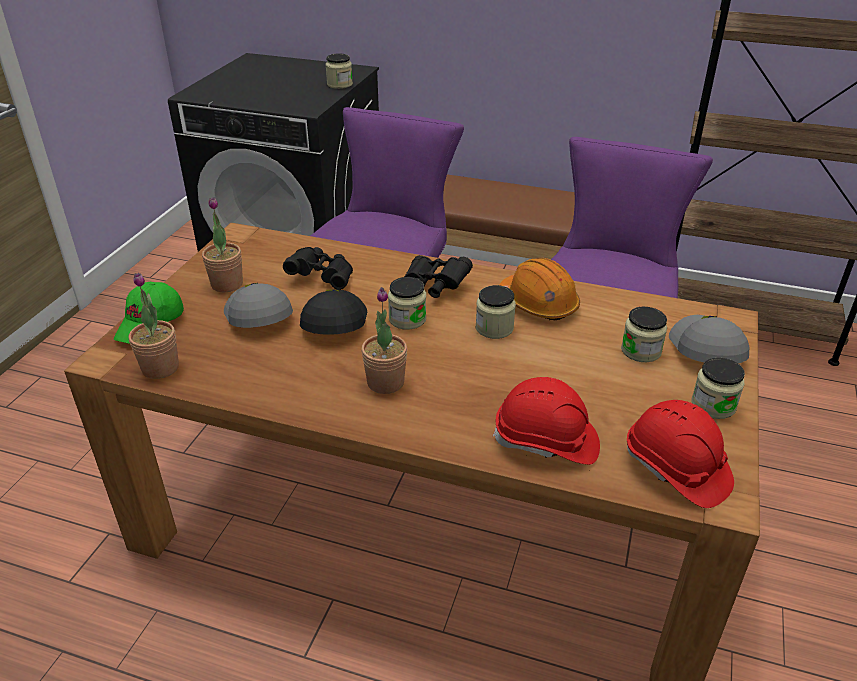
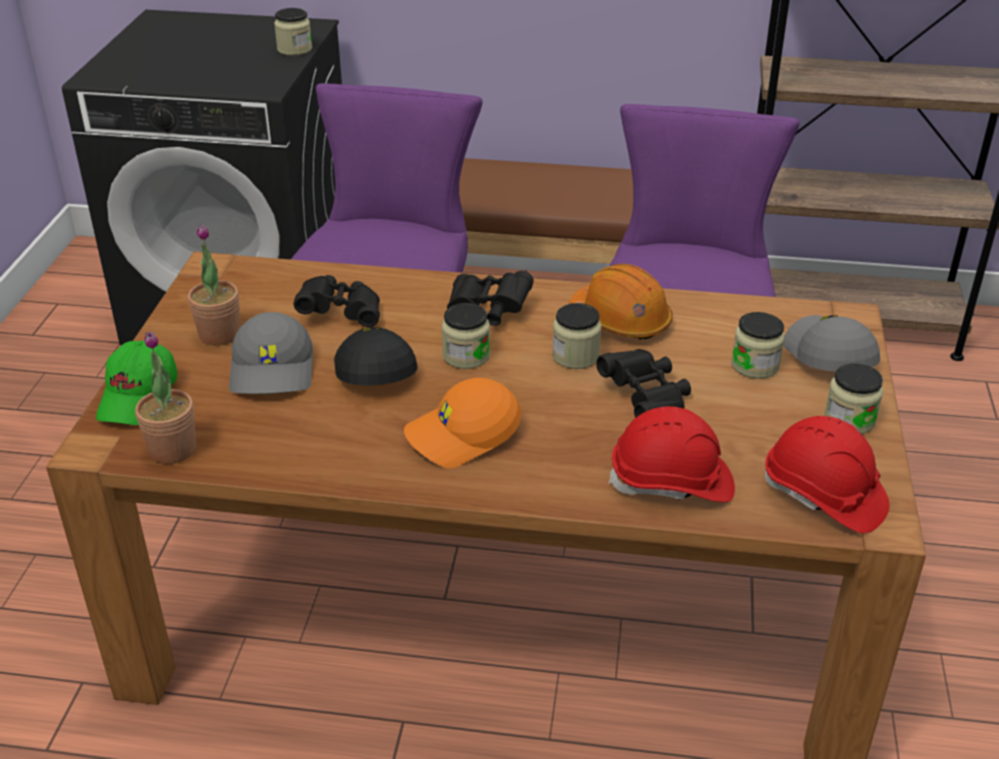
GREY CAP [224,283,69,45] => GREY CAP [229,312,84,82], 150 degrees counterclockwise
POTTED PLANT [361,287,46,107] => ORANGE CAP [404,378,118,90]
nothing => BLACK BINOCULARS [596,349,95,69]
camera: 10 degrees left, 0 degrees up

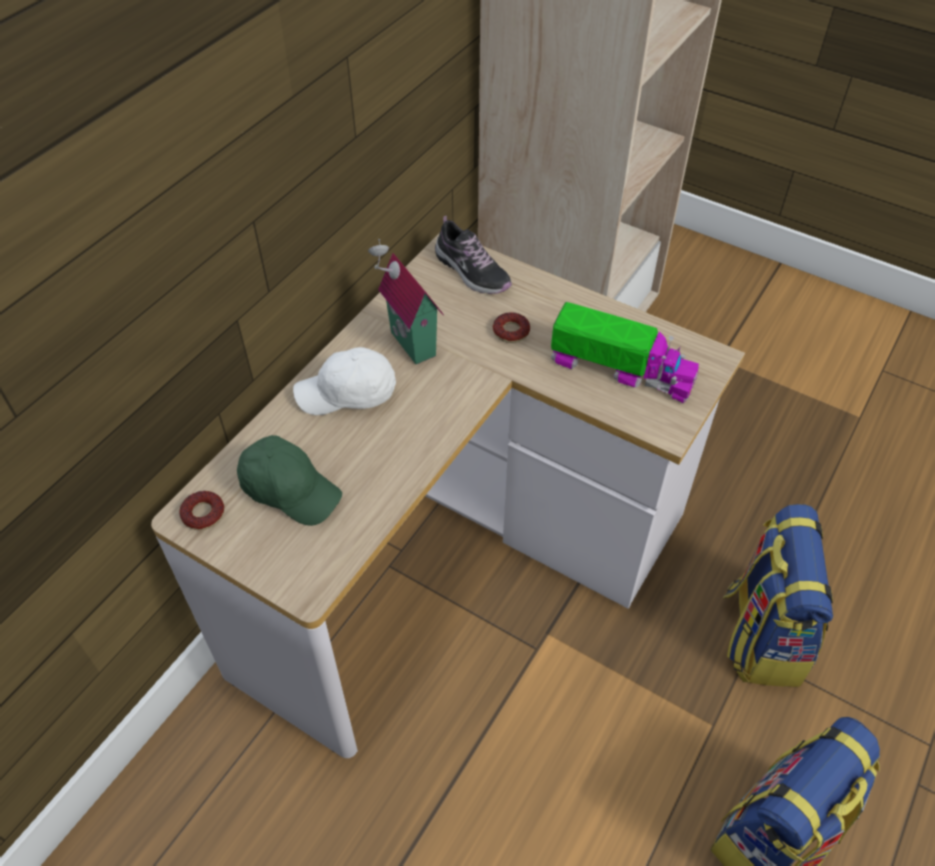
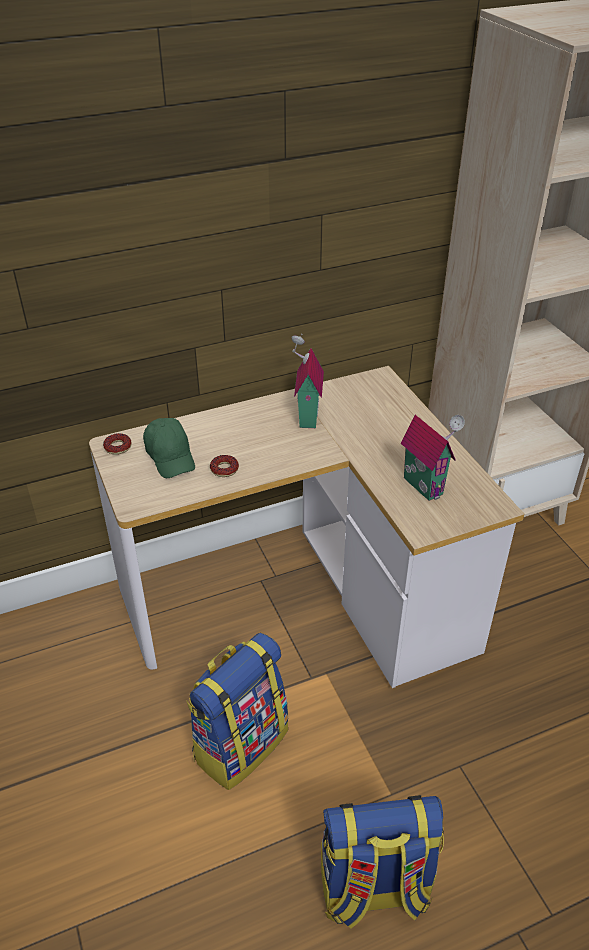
WHITE CAP [293,347,103,69] => nothing
SHOE [435,216,77,78] => nothing
DONUT [493,313,37,30] => DONUT [210,455,29,22], move
TOY TRUCK [551,302,148,101] => TOY HOUSE [401,415,64,86]
BACKPACK [723,504,110,183] => BACKPACK [187,633,101,157], move
camera: 35 degrees right, 10 degrees down

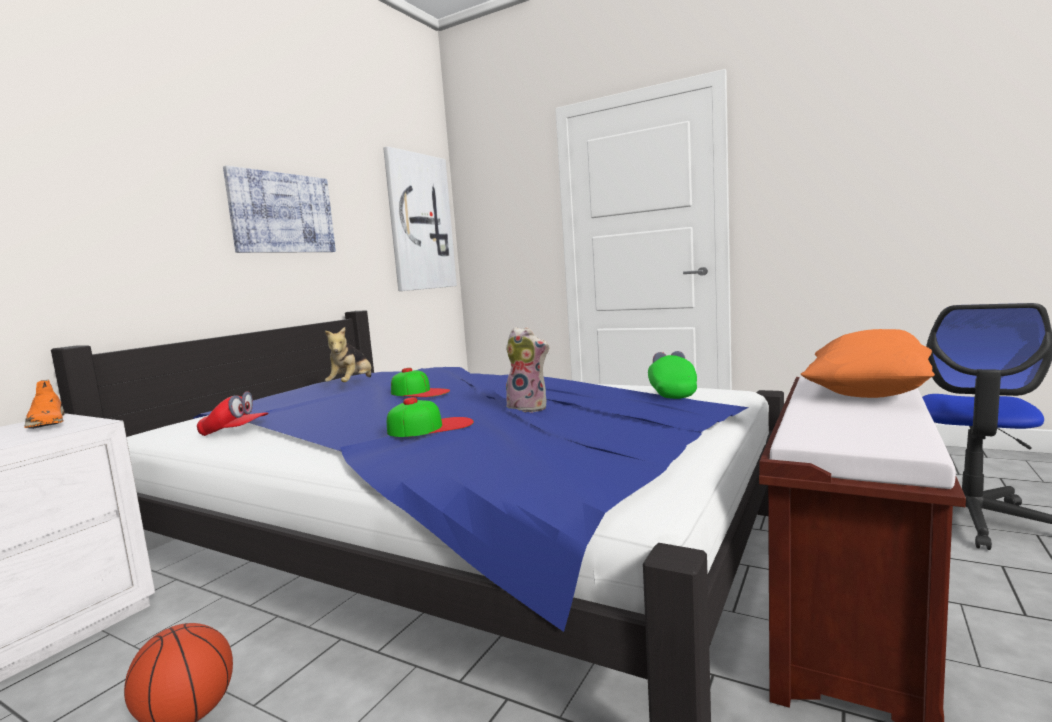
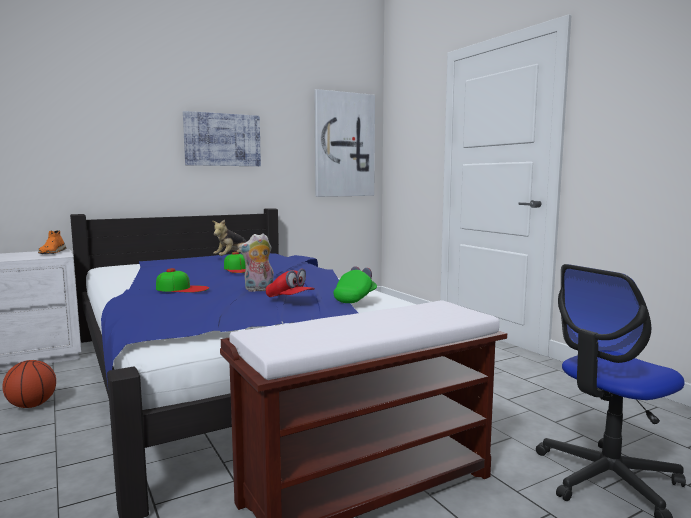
RED CAP [197,391,71,45] => RED CAP [266,268,49,29], move
PLUSH TOY [506,327,44,86] => PLUSH TOY [239,233,35,59], 105 degrees clockwise
ORANGE PILLOW [801,329,134,69] => nothing
camera: 30 degrees right, 0 degrees up

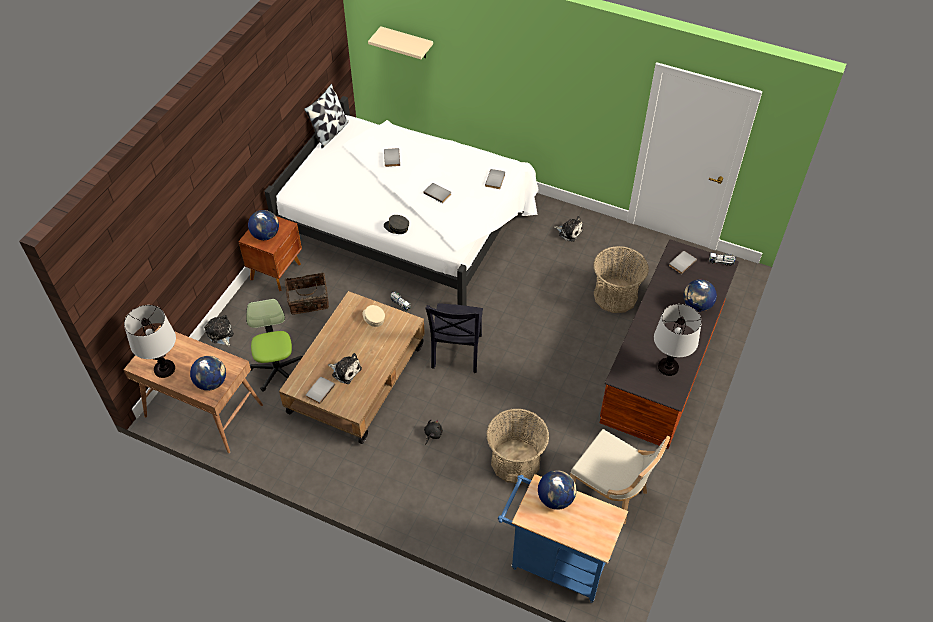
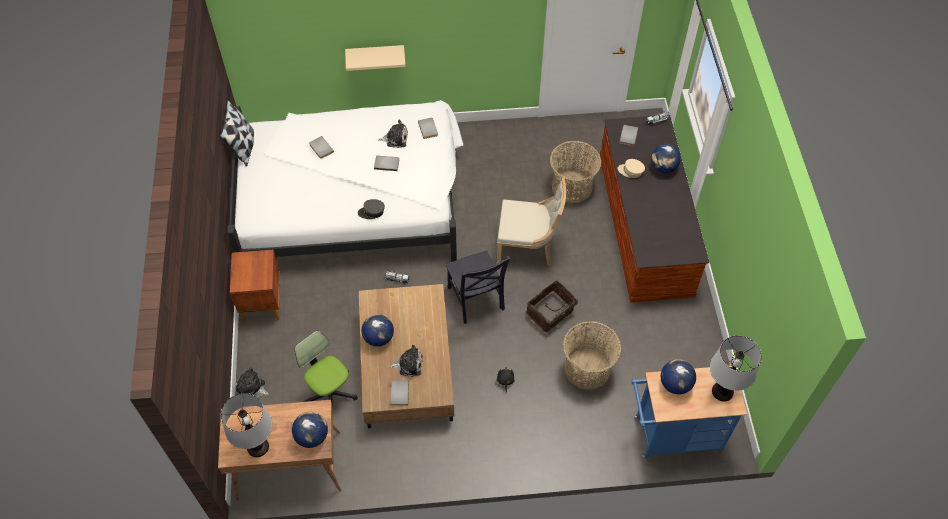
GLOBE [248,210,31,30] => GLOBE [362,314,32,33], move
BASKET [285,272,44,43] => BASKET [526,280,52,52], move
BEIGE CAP [363,305,22,22] => BEIGE CAP [618,159,27,19], move
BEIGE SHELF [368,26,65,33] => BEIGE SHELF [345,45,61,26], move
PLUSH TOY [554,216,29,26] => PLUSH TOY [378,120,30,28], move
BEIGE CHAIR [570,429,100,96] => BEIGE CHAIR [496,177,70,89], move
TABLE LAMP [654,304,48,72] => TABLE LAMP [710,336,52,66], move
camera: 30 degrees left, 5 degrees up

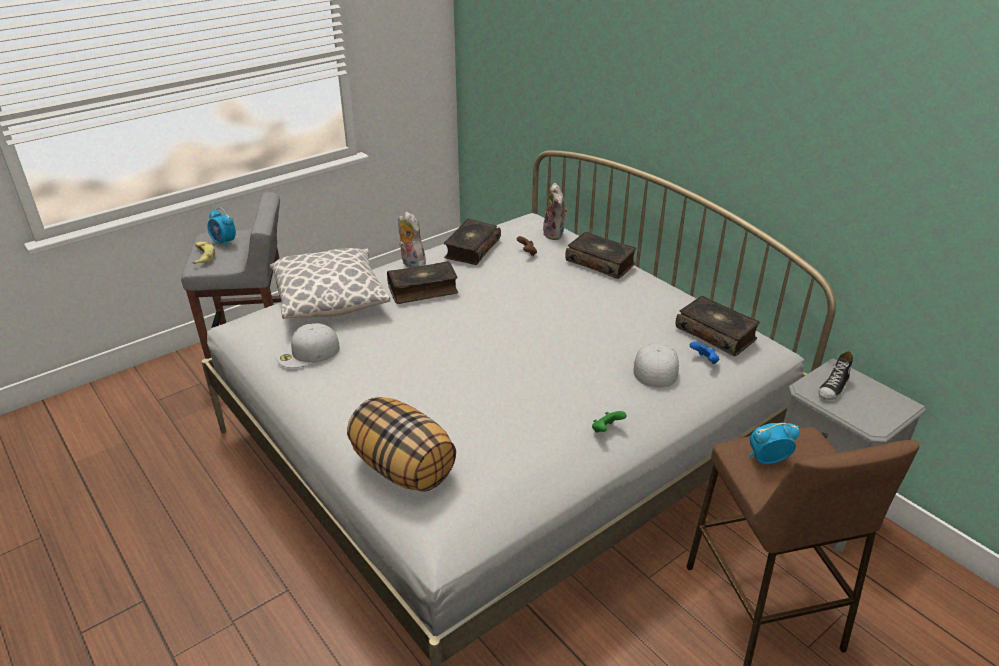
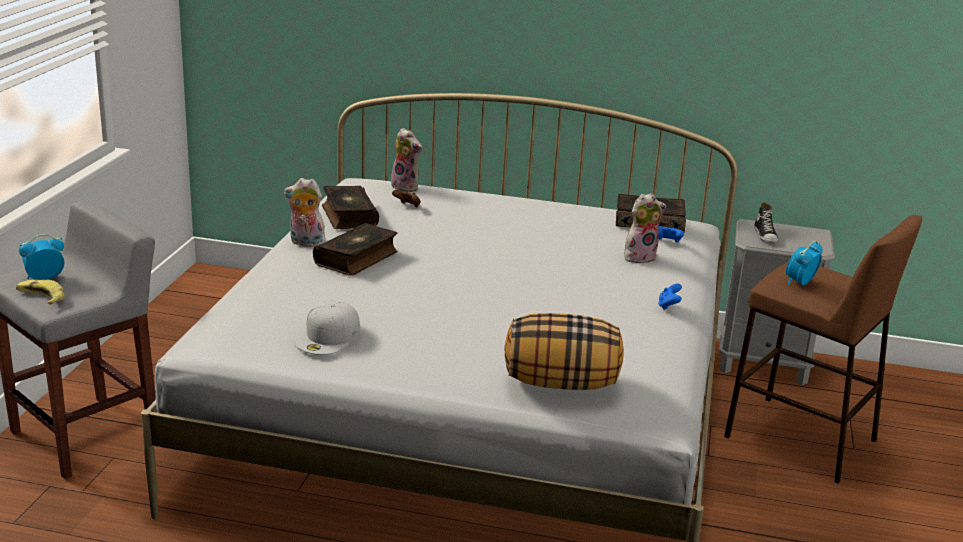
ALARM CLOCK [207,208,29,39] => ALARM CLOCK [19,234,45,46], 150 degrees clockwise
PILLOW [270,248,121,71] => nothing
BOOK [565,232,71,47] => nothing
GREEN GAME CONTROLLER [592,411,35,21] => BLUE GAME CONTROLLER [658,283,24,27]
WHITE CAP [633,343,46,45] => PLUSH TOY [624,193,42,70]
camera: 40 degrees left, 10 degrees down

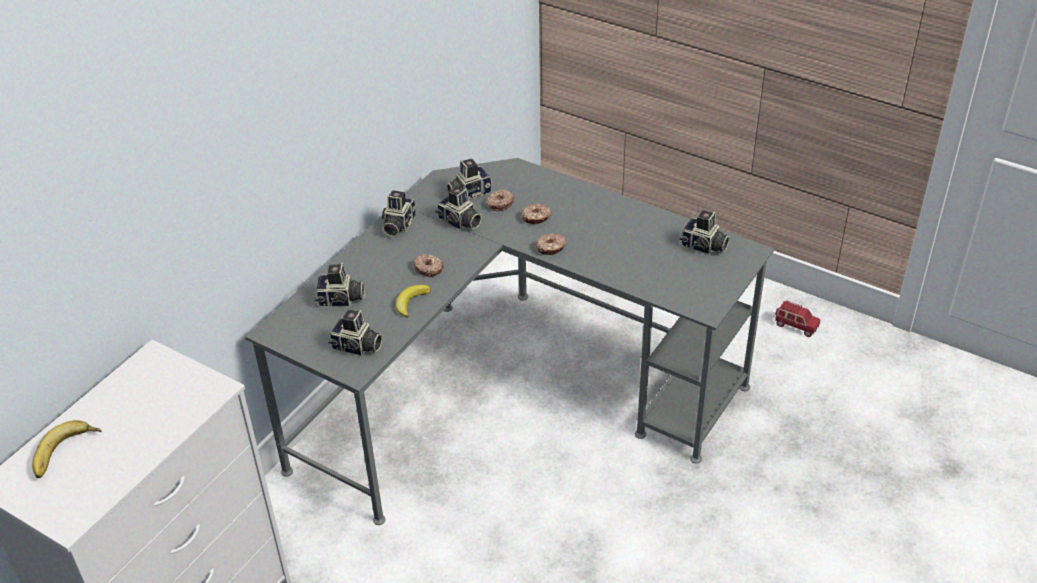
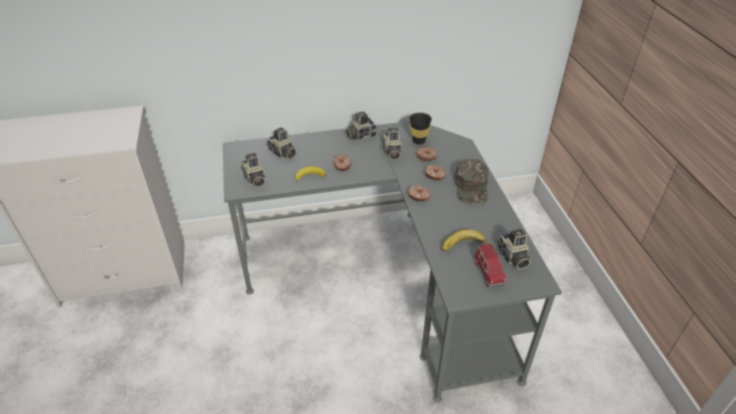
BANANA [32,420,70,58] => BANANA [442,229,47,22], move
PHOTO CAMERA [446,159,46,41] => BLACK CUP [409,113,23,31]
RED TOY CAR [775,300,45,37] => RED TOY CAR [474,244,32,43], move
nothing => GREEN CAP [454,159,34,44]
camera: 45 degrees right, 0 degrees up

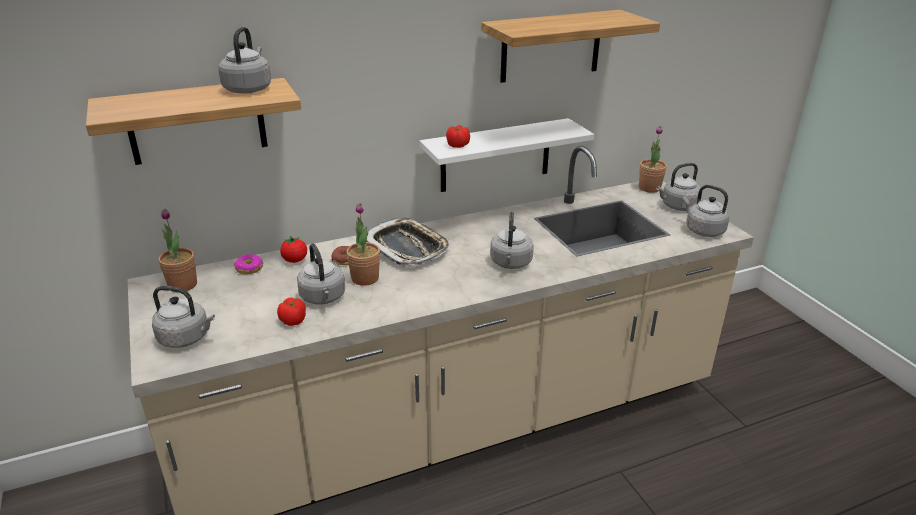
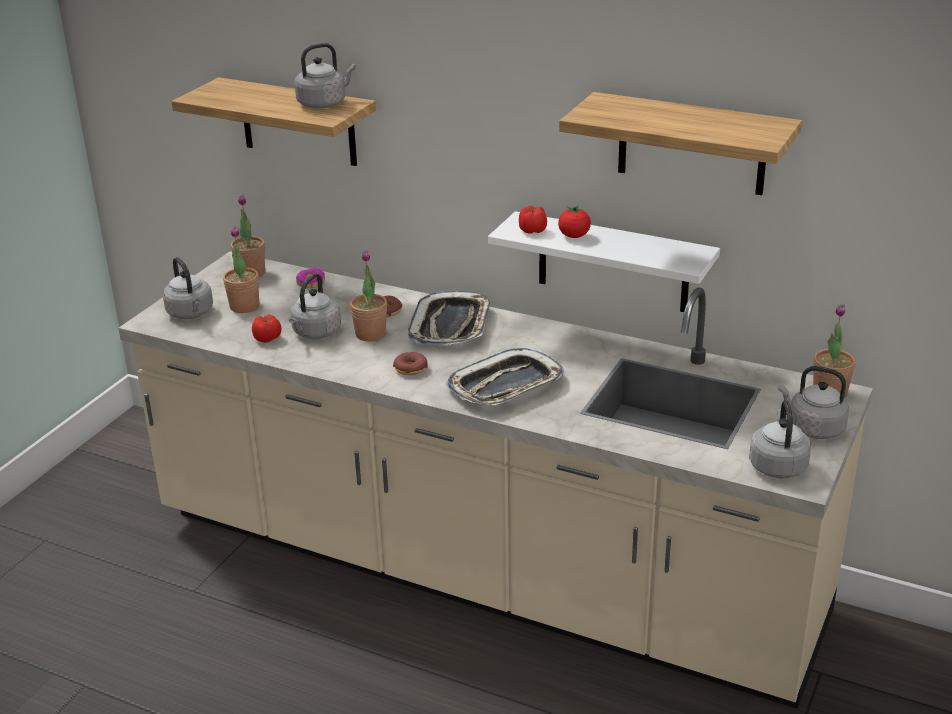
TOMATO [280,236,27,27] => TOMATO [558,205,33,33], move
GREY KETTLE [490,212,44,57] => TRAY [446,348,118,57]
nothing => POTTED PLANT [223,226,36,87]
nothing => DONUT [393,352,35,23]
camera: 50 degrees right, 0 degrees up

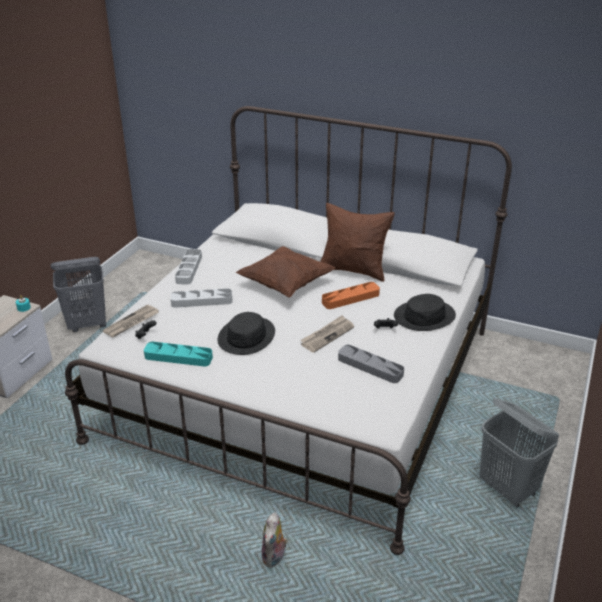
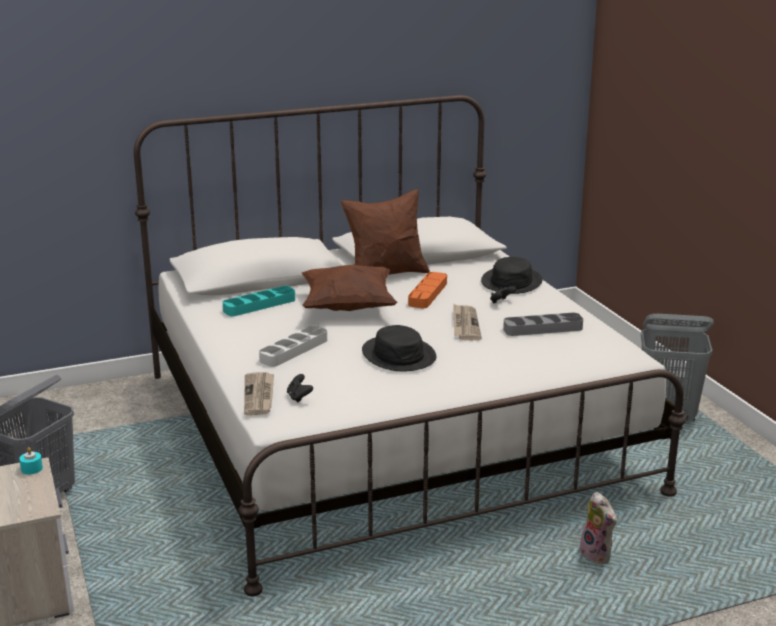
TURQUOISE TRAY [144,342,69,25] => TURQUOISE TRAY [223,286,72,30], move
GREY TRAY [175,249,27,36] => nothing
camera: 45 degrees left, 10 degrees down

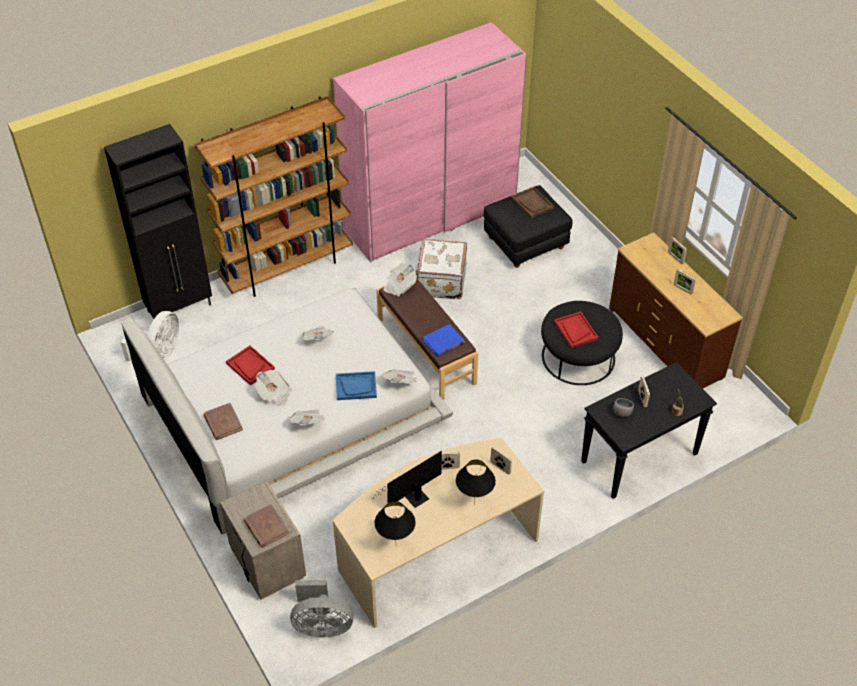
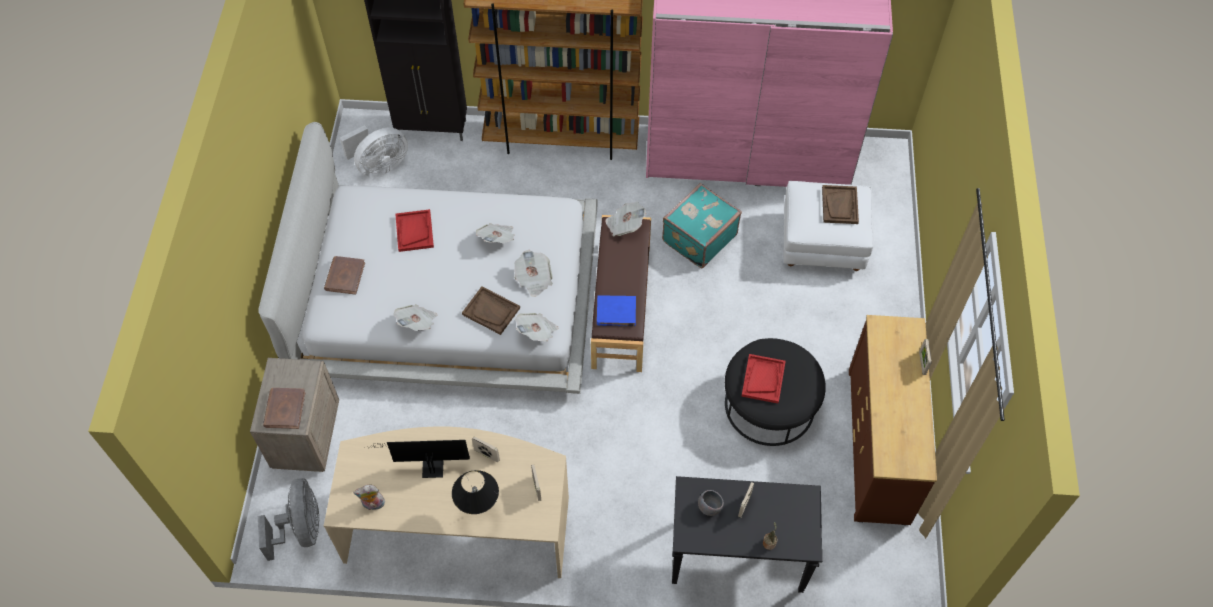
NEWSPAPER [255,370,37,36] => NEWSPAPER [514,250,39,47], move
GREY FAN [290,580,63,57] => GREY FAN [258,478,61,83], 135 degrees counterclockwise
BLUE TRAY [336,371,41,29] => BROWN TRAY [462,286,58,49]
BLACK TABLE LAMP [375,501,41,39] => PLUSH TOY [353,485,32,25]
WHITE SUITCASE [415,239,52,60] => TURQUOISE SUITCASE [662,183,80,85]
BLACK OTTOMAN [483,185,89,83] => WHITE OTTOMAN [783,181,91,90]
PICTURE FRAME [673,269,23,26] => nothing
camera: 35 degrees right, 10 degrees up

